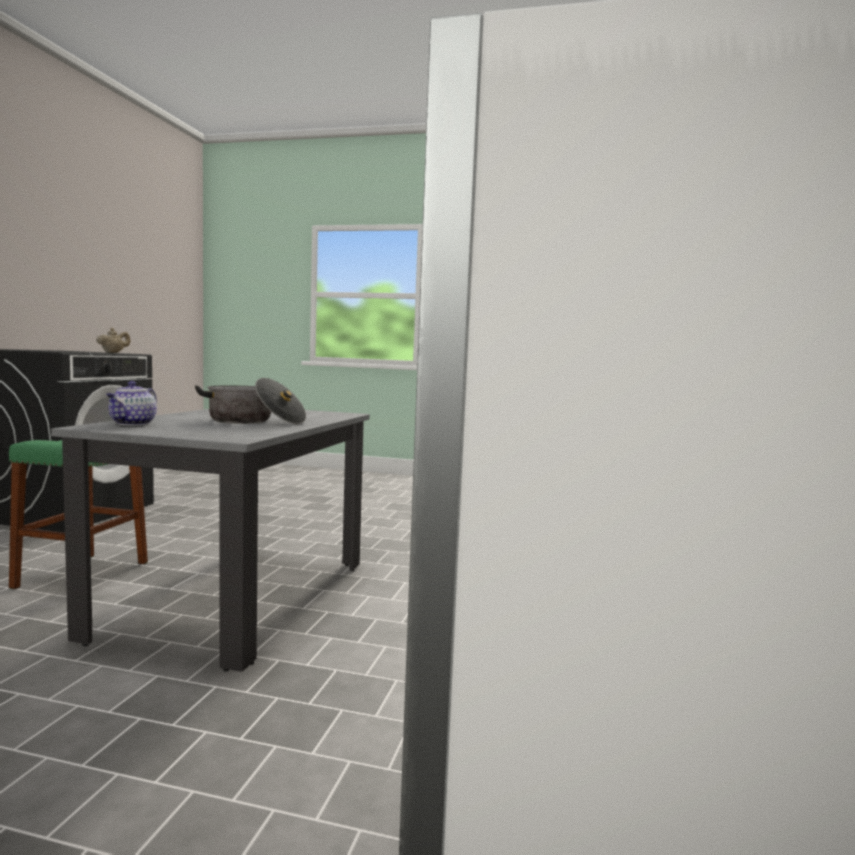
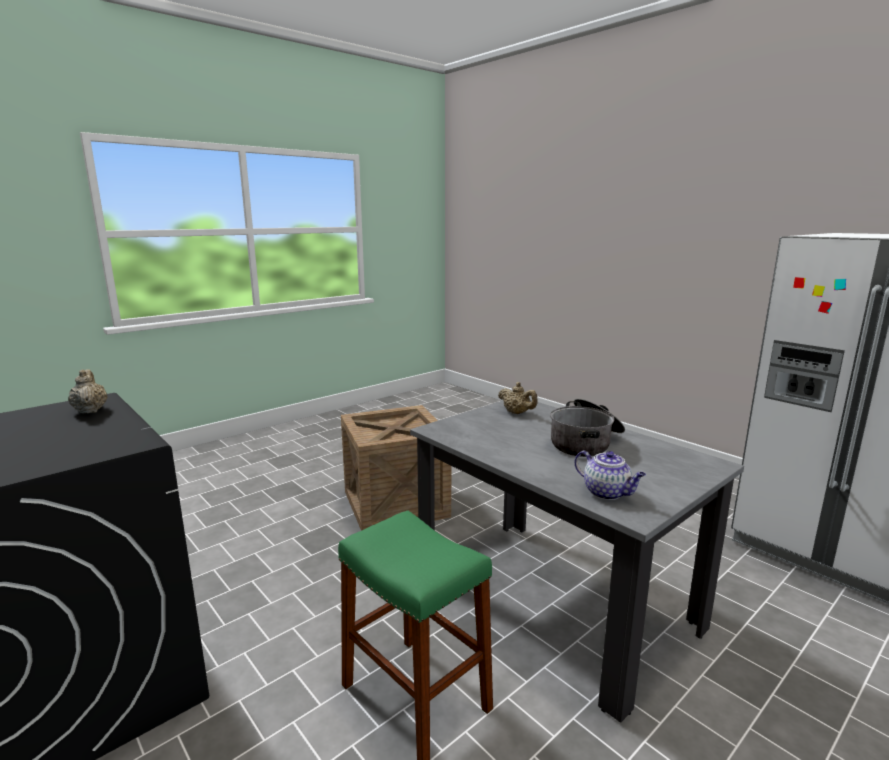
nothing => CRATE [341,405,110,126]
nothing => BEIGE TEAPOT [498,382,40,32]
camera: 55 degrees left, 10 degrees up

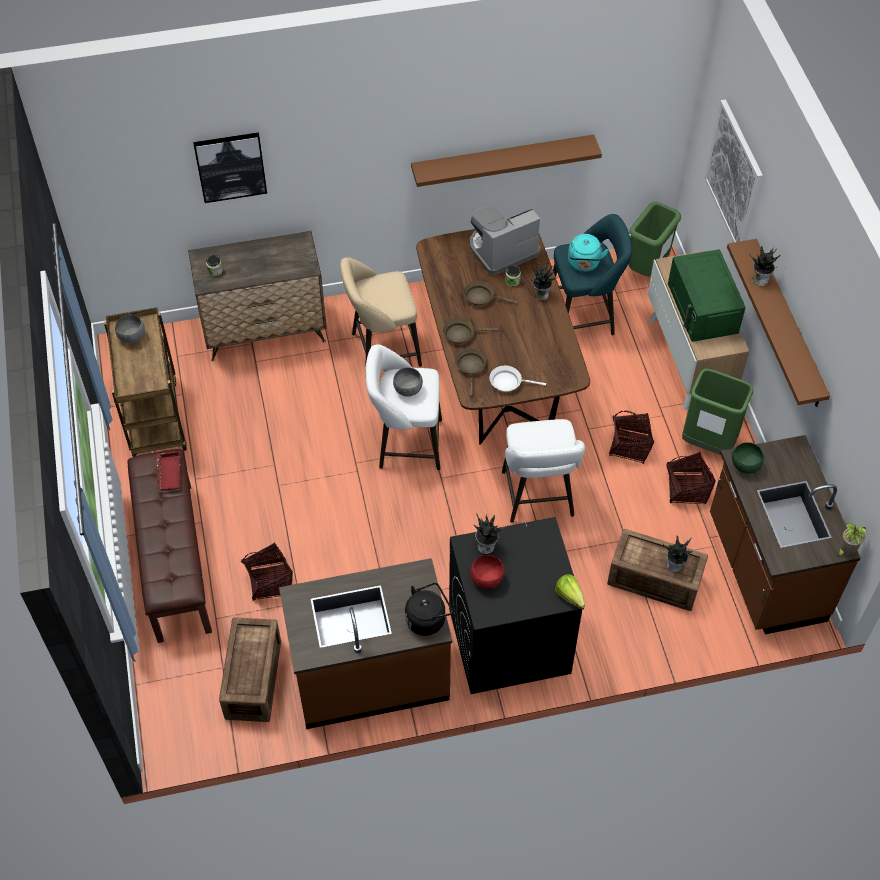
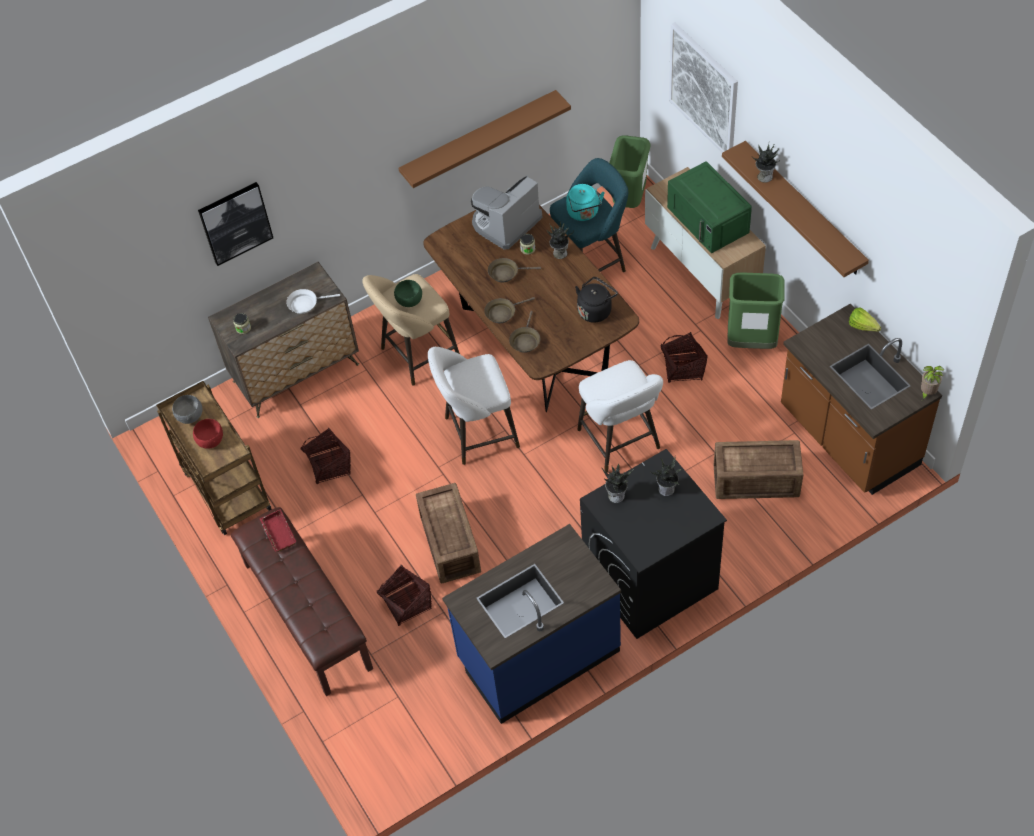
CRATE [219,617,62,105] => CRATE [416,483,65,101], move
BROWN COUNTER [279,558,173,171] => BLUE COUNTER [442,524,179,200]
GREY BOWL [393,368,30,29] => nothing
BLACK KETTLE [405,583,48,53] => BLACK KETTLE [575,277,43,46], move
BROWN FRYING PAN [455,348,32,49] => BROWN FRYING PAN [509,311,31,42], 150 degrees counterclockwise
RED BOWL [471,555,33,34] => RED BOWL [193,419,30,30], move
WHITE FRYING PAN [490,366,56,26] => WHITE FRYING PAN [286,289,54,25], move
LETTUCE [555,574,30,35] => LETTUCE [849,307,32,25], move
POTTED PLANT [663,535,30,37] => POTTED PLANT [650,457,31,39], move
BASKET [667,452,49,52] => BASKET [301,428,50,56], move
GREEN BOWL [732,442,32,32] => GREEN BOWL [394,280,28,27], move
camera: 15 degrees left, 0 degrees up

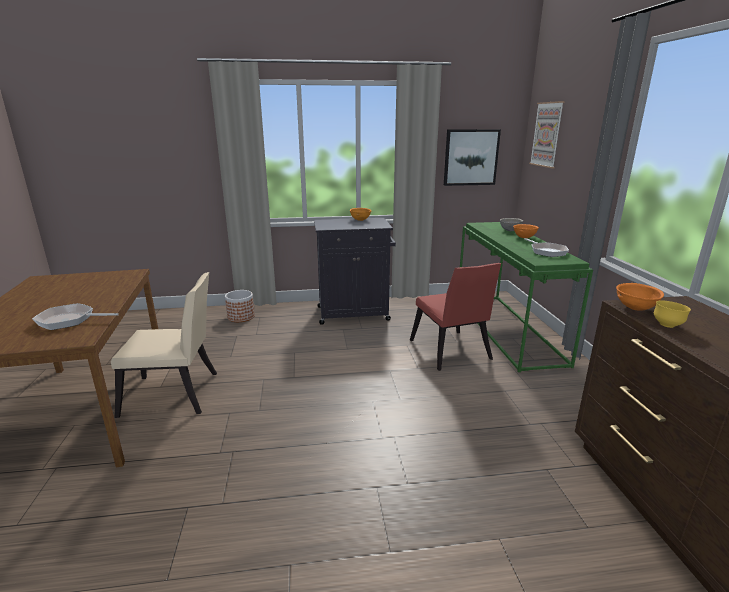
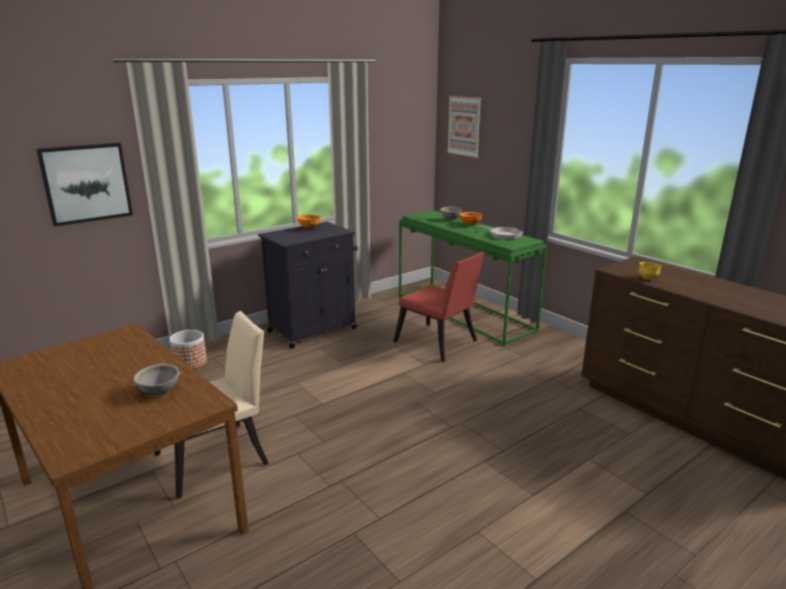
FRYING PAN [32,303,87,27] => GREY BOWL [133,364,49,31]
PICTURE [444,129,57,57] => PICTURE [36,143,97,83], move
ORANGE BOWL [616,283,48,28] => nothing
camera: 30 degrees left, 0 degrees up

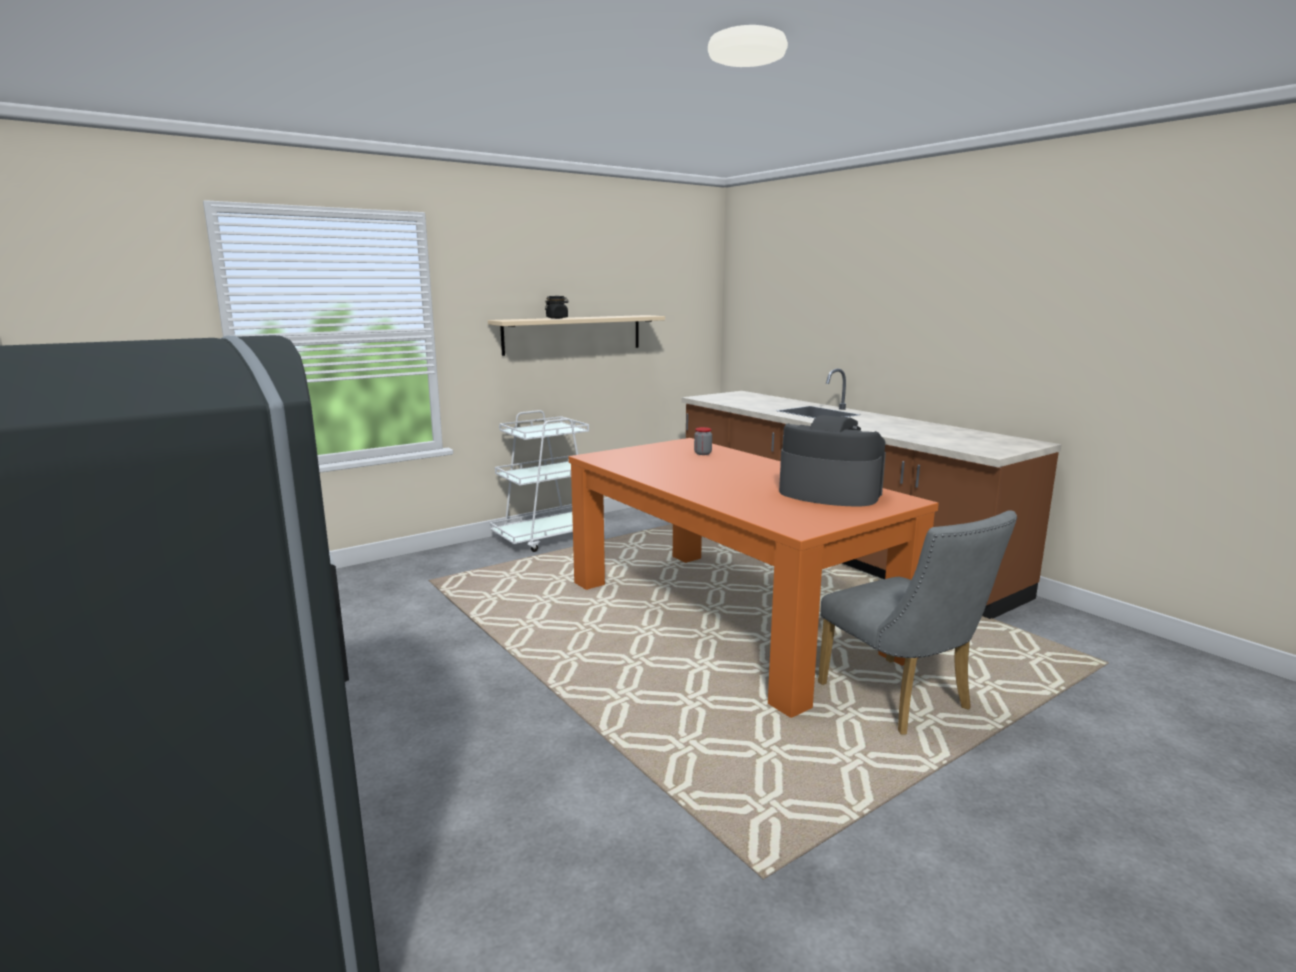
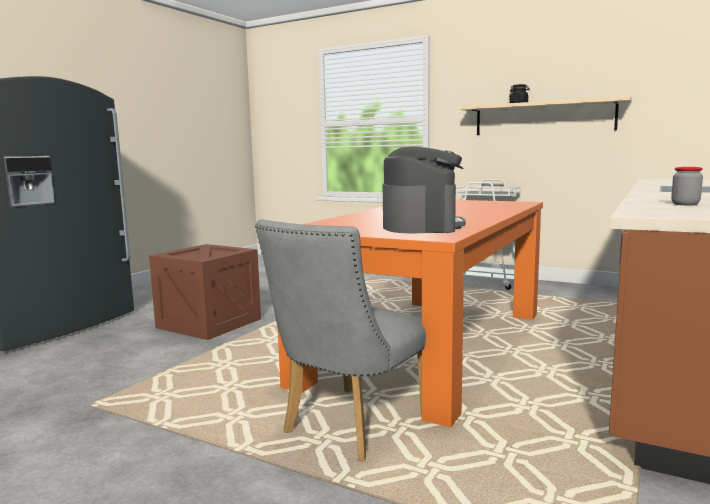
JAR [694,427,18,28] => JAR [671,167,32,38], move
nothing => CRATE [149,244,112,96]
camera: 65 degrees right, 5 degrees down

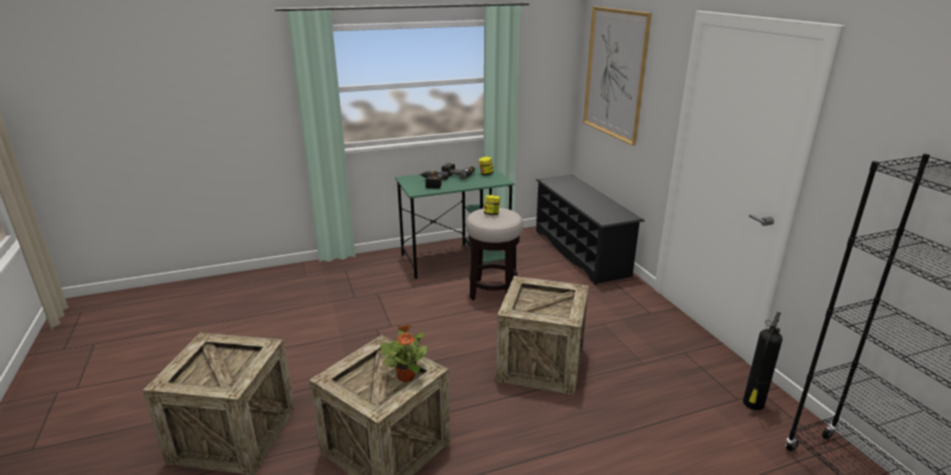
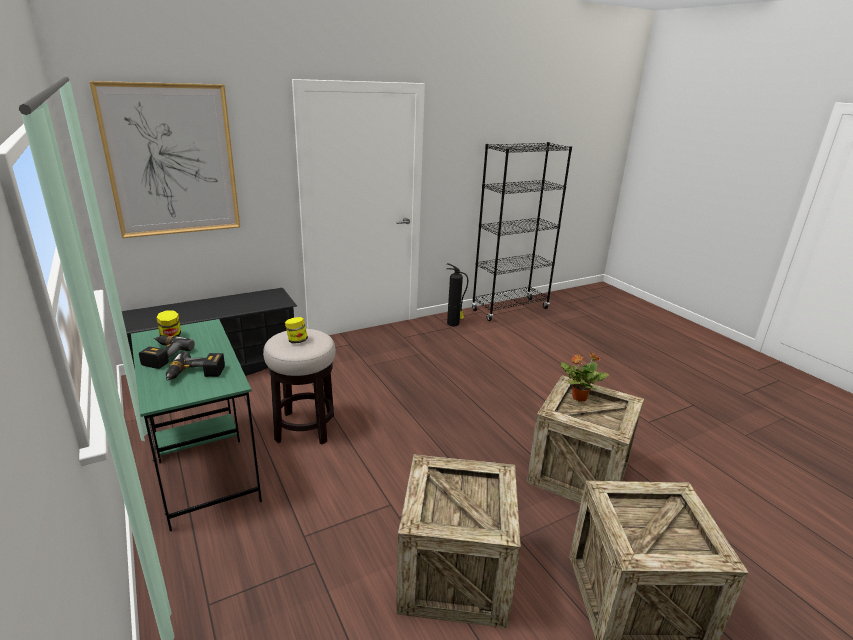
CRATE [496,276,93,119] => CRATE [396,455,125,173], move
camera: 100 degrees left, 0 degrees up

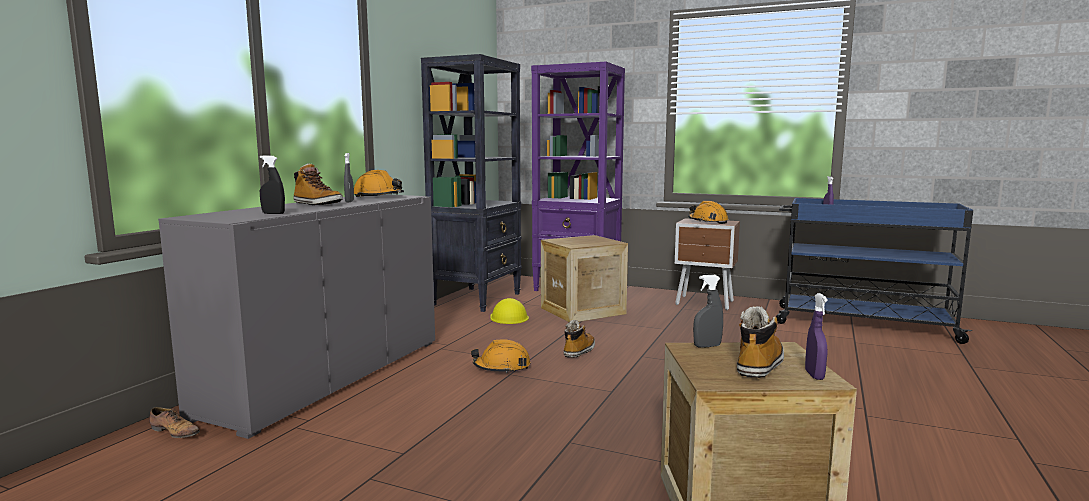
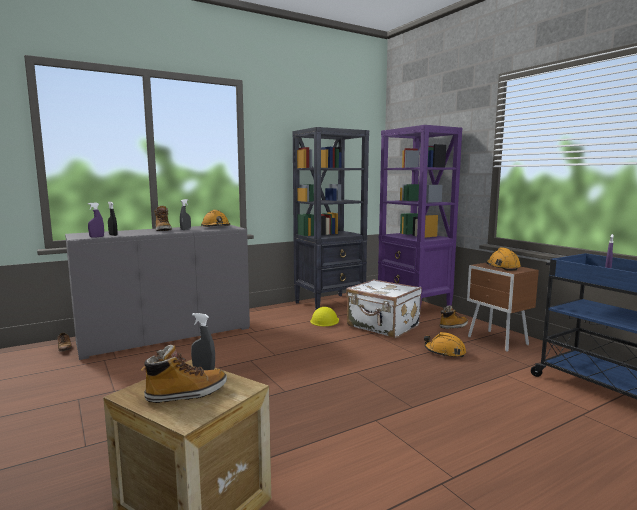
ORANGE HARD HAT [471,339,60,35] => ORANGE HARD HAT [424,332,42,25], move
CRATE [541,235,87,87] => WHITE SUITCASE [346,279,76,59]
BOOT [564,320,31,38] => BOOT [439,305,29,24], move
PURPLE SPRAY BOTTLE [805,293,23,87] => PURPLE SPRAY BOTTLE [88,203,16,35], move
camera: 35 degrees right, 0 degrees up

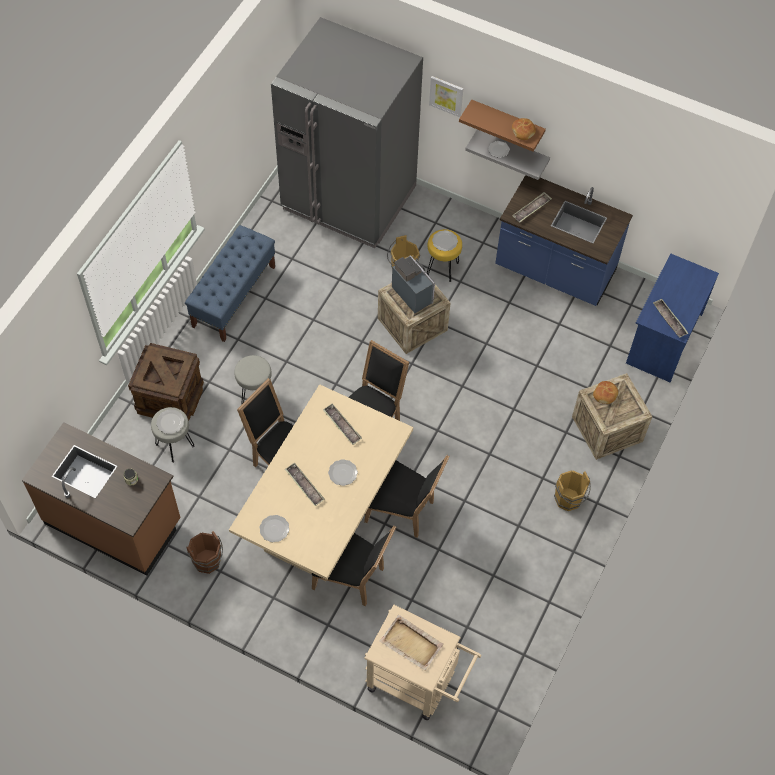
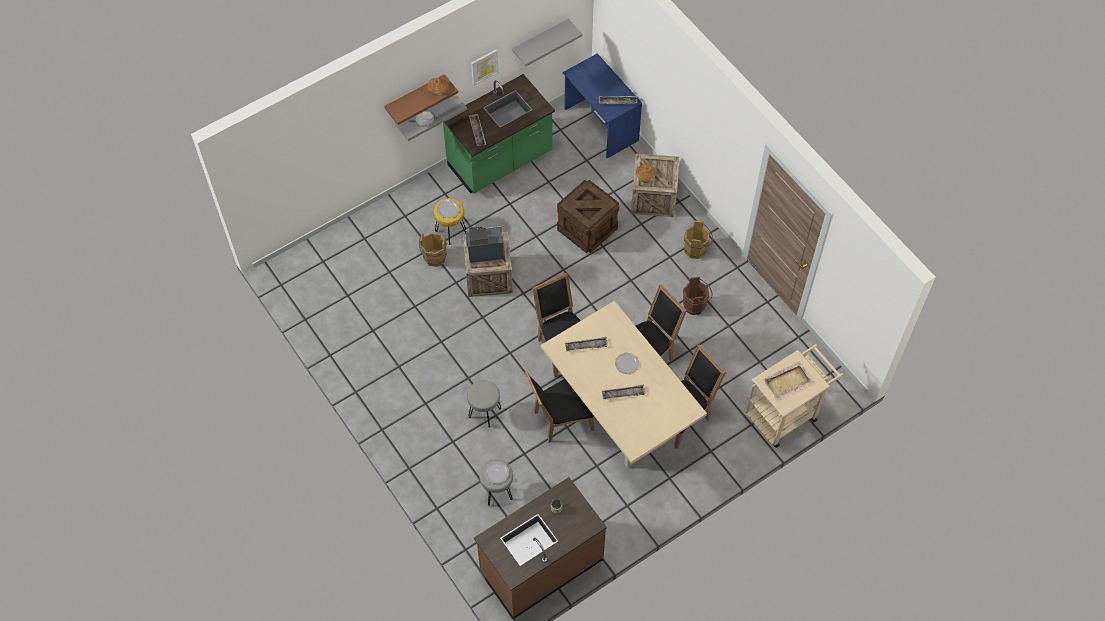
CRATE [128,343,76,77] => CRATE [557,180,62,73], move
BLUE BENCH [185,225,90,117] => nothing
BROWN BUCKET [186,531,37,43] => BROWN BUCKET [683,277,30,38], move
PLATE [259,515,30,27] => nothing
GREY FRIDGE [271,17,152,231] => nothing
PICTURE [429,76,34,41] => PICTURE [471,49,27,37], move
BLUE COUNTER [495,175,138,131] => GREEN COUNTER [443,74,112,119]
nothing => GREY SHELF [512,19,70,47]
camera: 60 degrees left, 0 degrees up

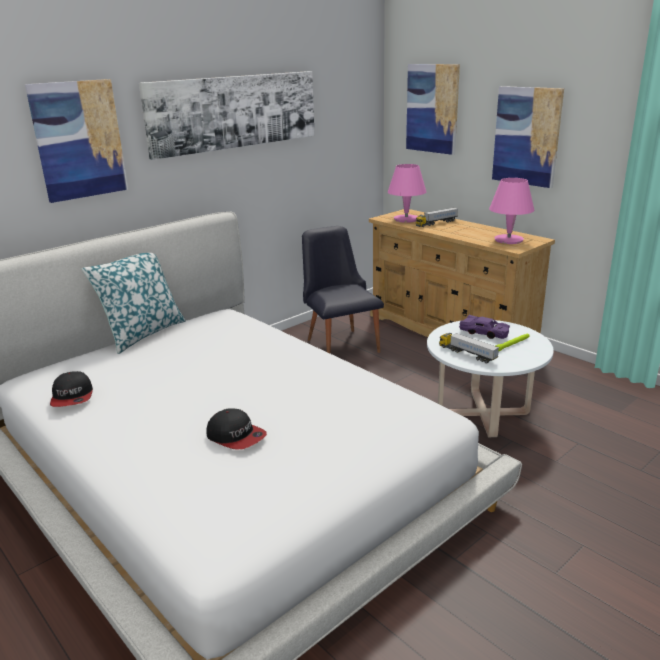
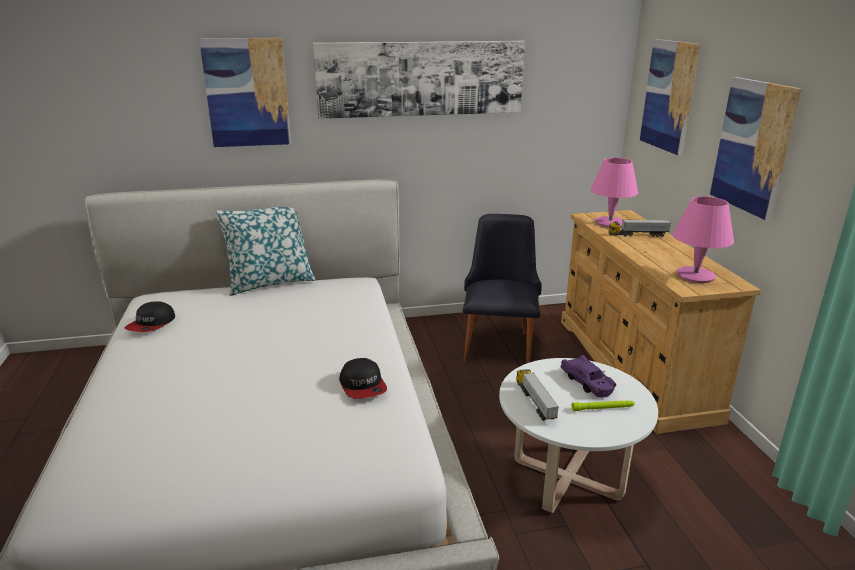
CAP [206,408,61,42] => CAP [339,358,48,41], move
camera: 30 degrees right, 0 degrees up

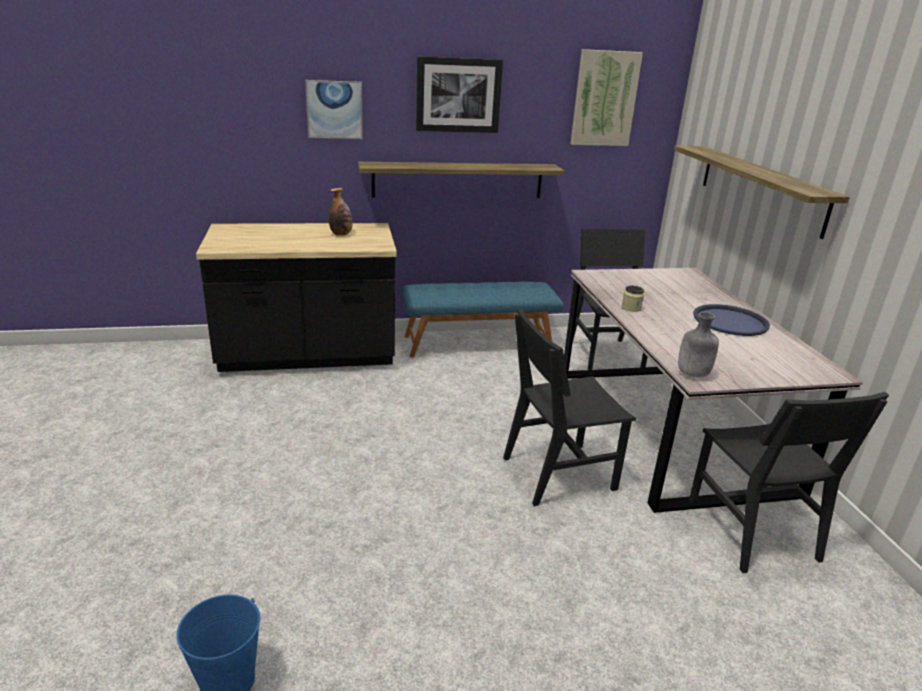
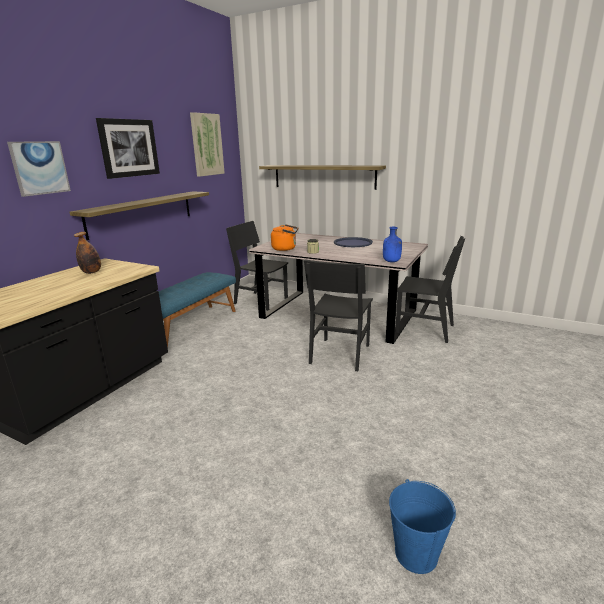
GREY BOTTLE [678,312,41,66] => BLUE BOTTLE [383,227,19,35]
nothing => ORANGE KETTLE [271,224,27,27]
camera: 50 degrees left, 5 degrees down

